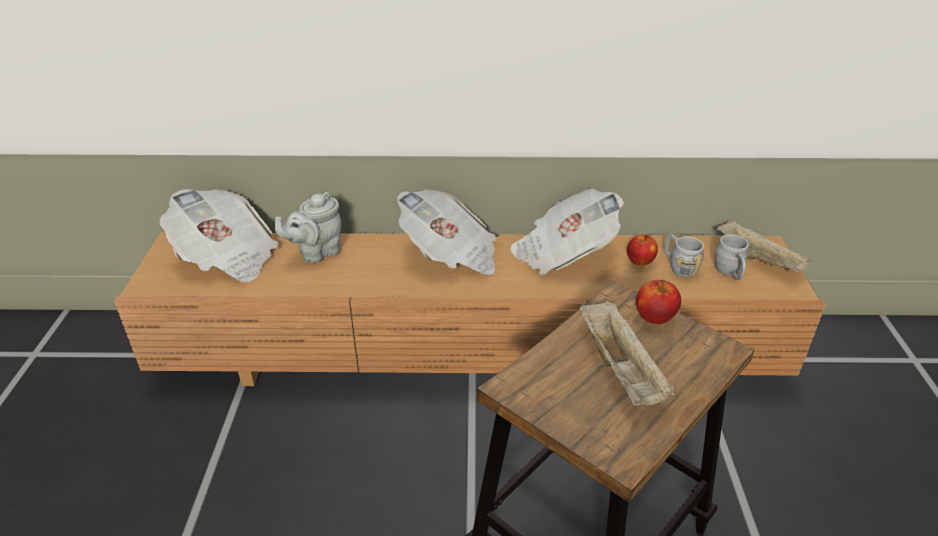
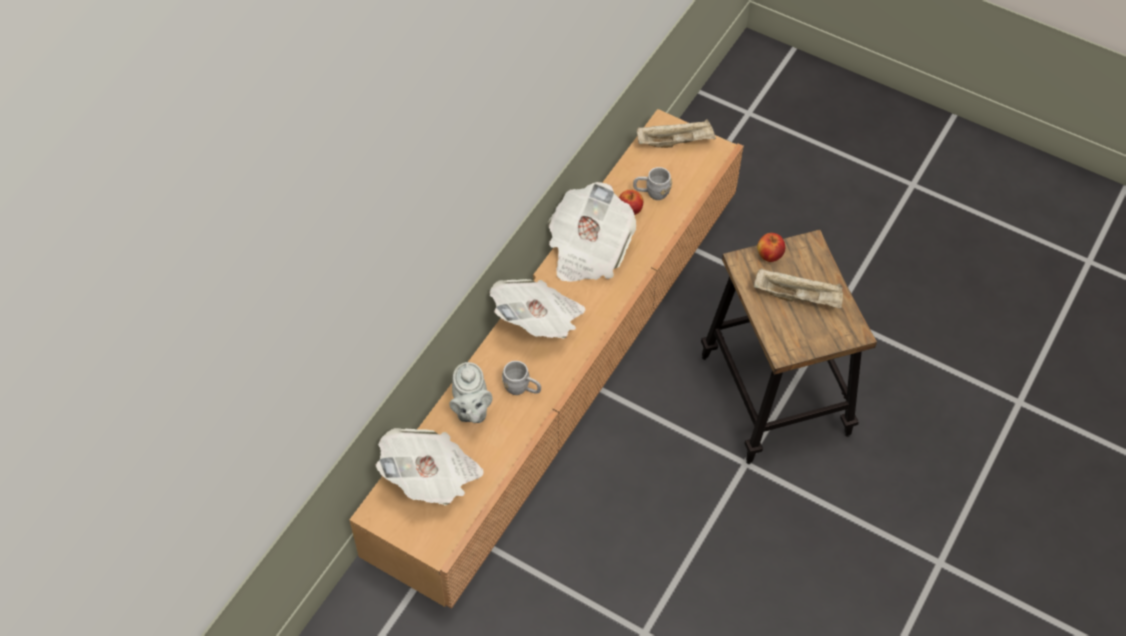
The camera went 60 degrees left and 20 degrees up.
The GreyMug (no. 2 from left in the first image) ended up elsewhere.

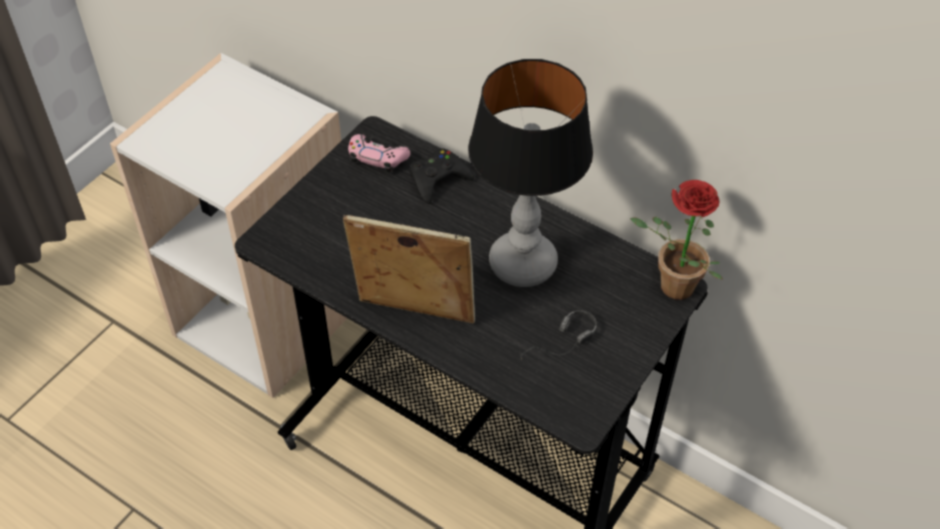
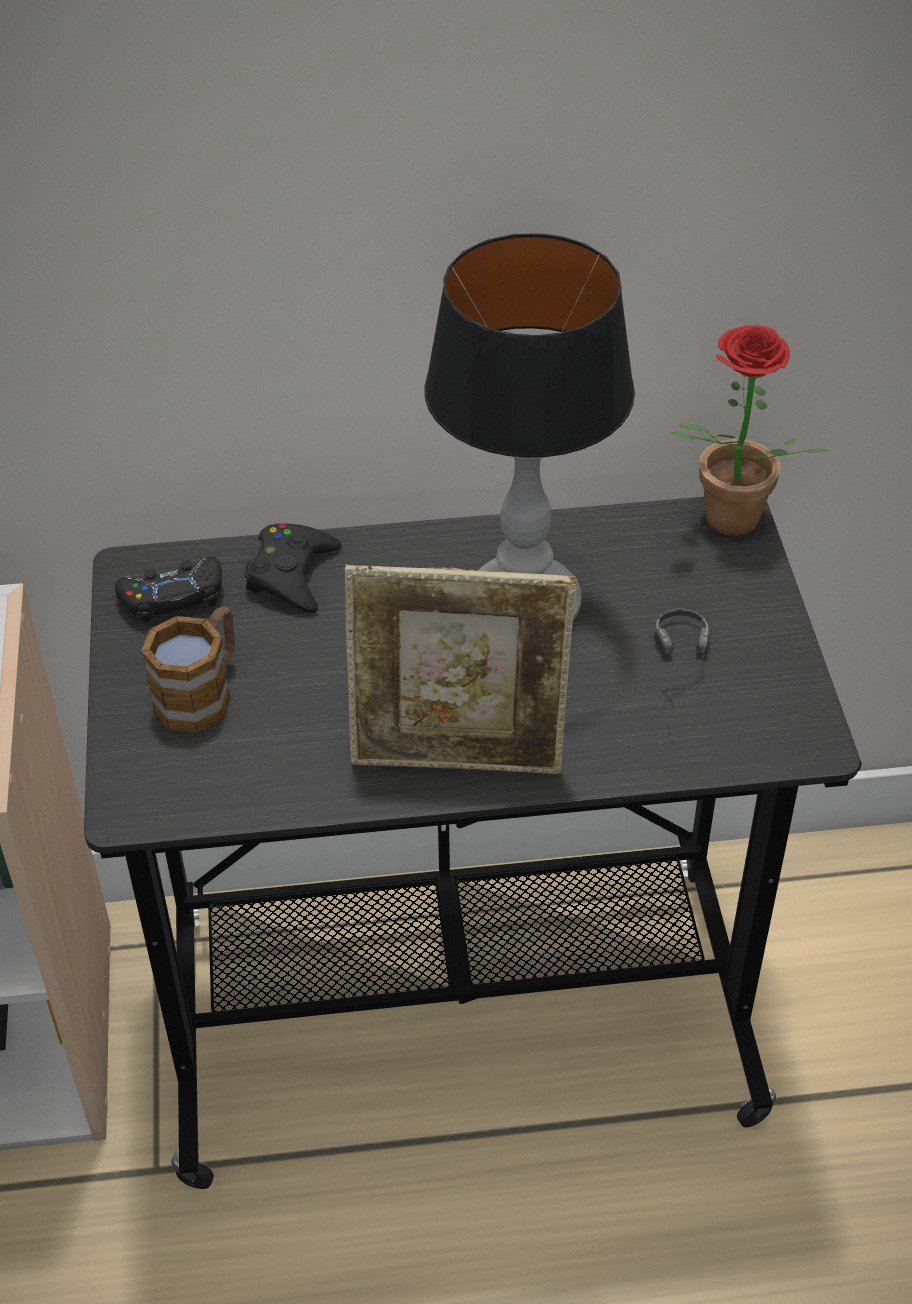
The camera went 40 degrees left and 5 degrees down.
What was the PinkGameController turned into the BlackGameController (no. 1 from left).
The second view gained the Mug.
The PictureFrame ended up facing another way, 150 degrees counterclockwise from before.

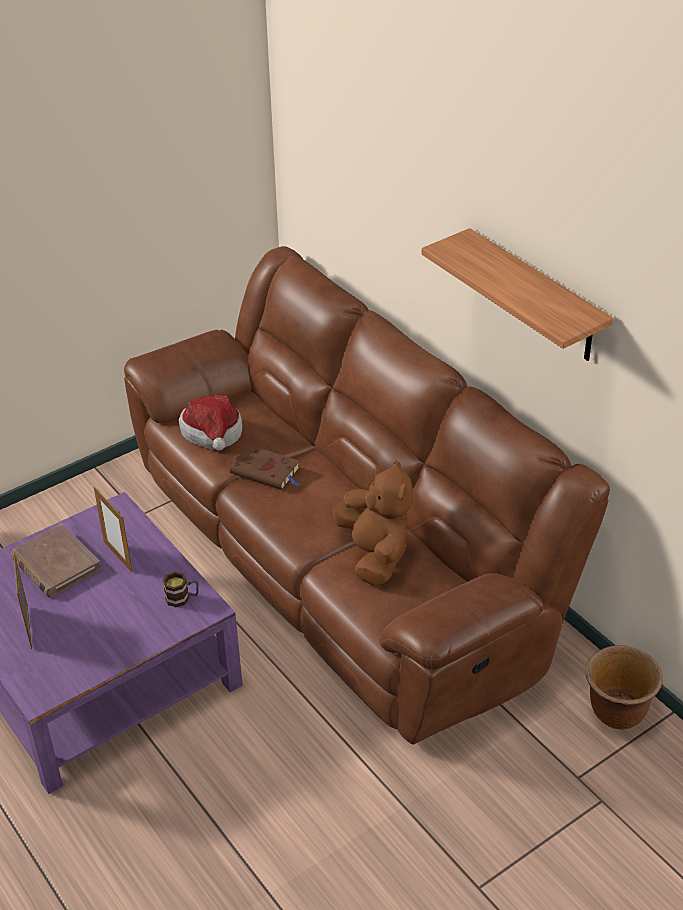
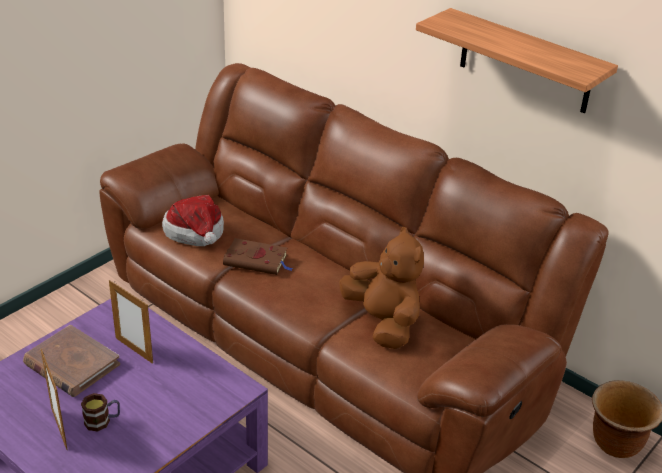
The camera went 15 degrees left and 5 degrees down.
The Mug ended up elsewhere.

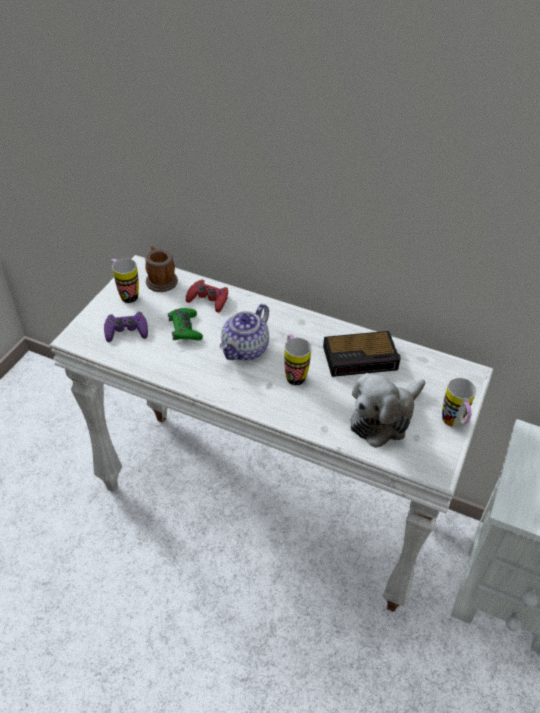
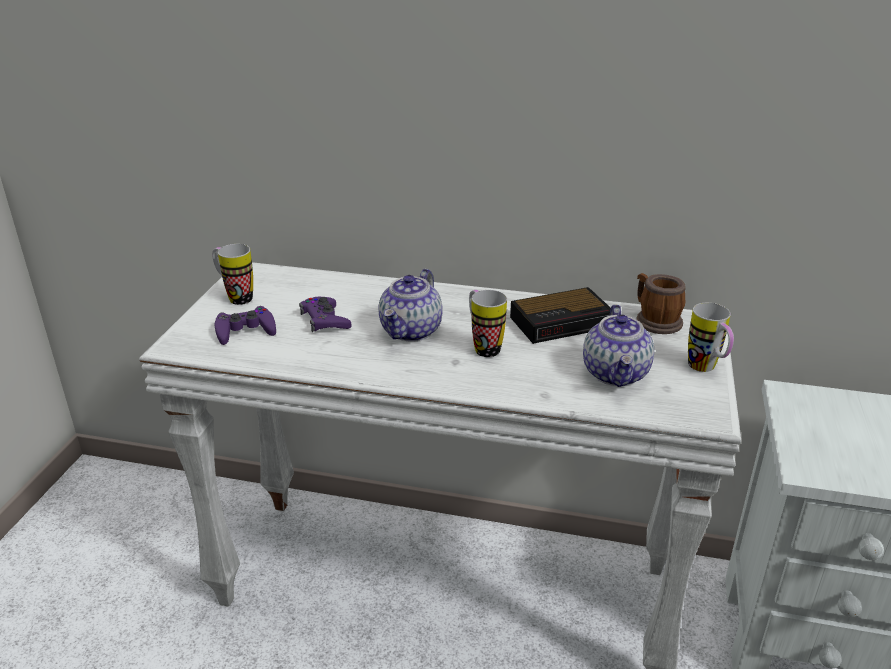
The camera went 10 degrees left and 15 degrees down.
What was the GreenGameController turned into the PurpleGameController (no. 2 from left).
Where the PlushToy stood, the Teapot (no. 2 from left) came to stand.
The Mug (no. 2 from left in the first image) ended up elsewhere.
The second view lost the RedGameController.

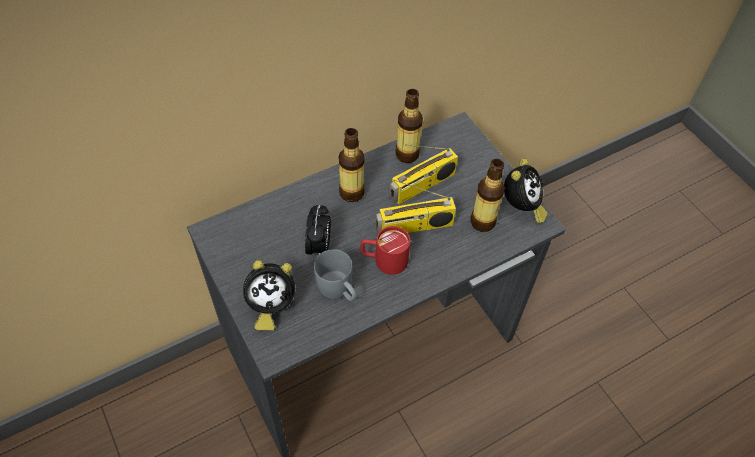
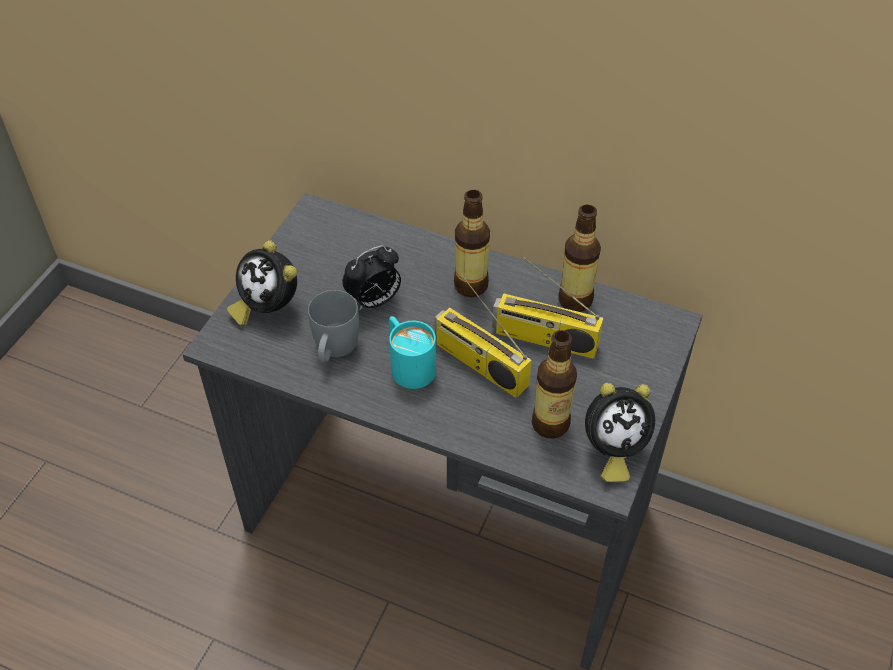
The camera went 55 degrees right and 5 degrees down.
What was the RedMug turned into the TurquoiseMug.

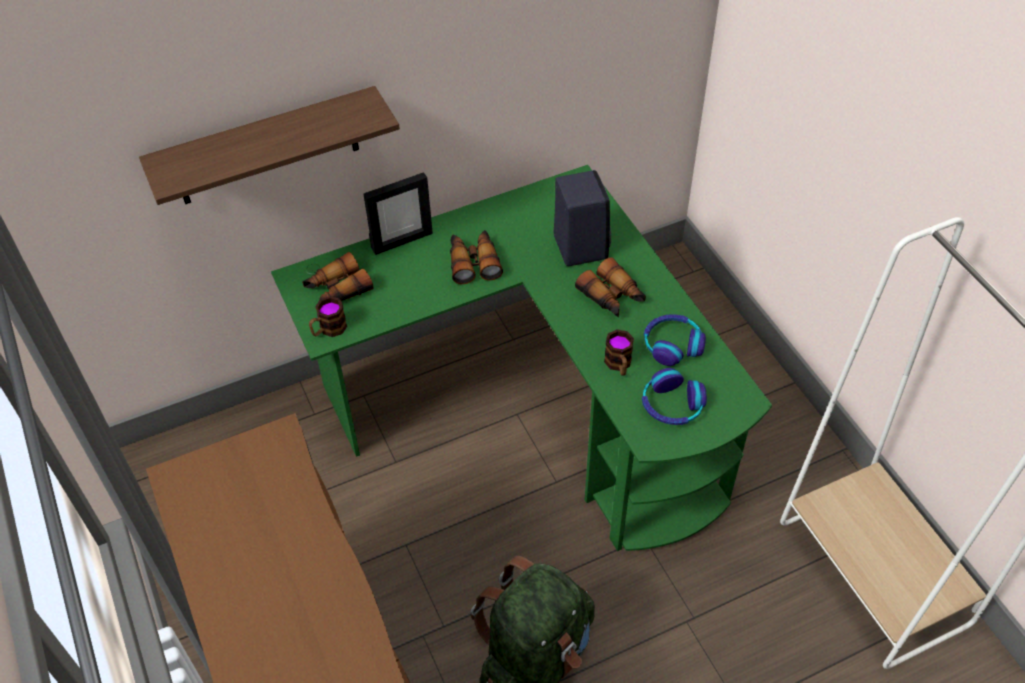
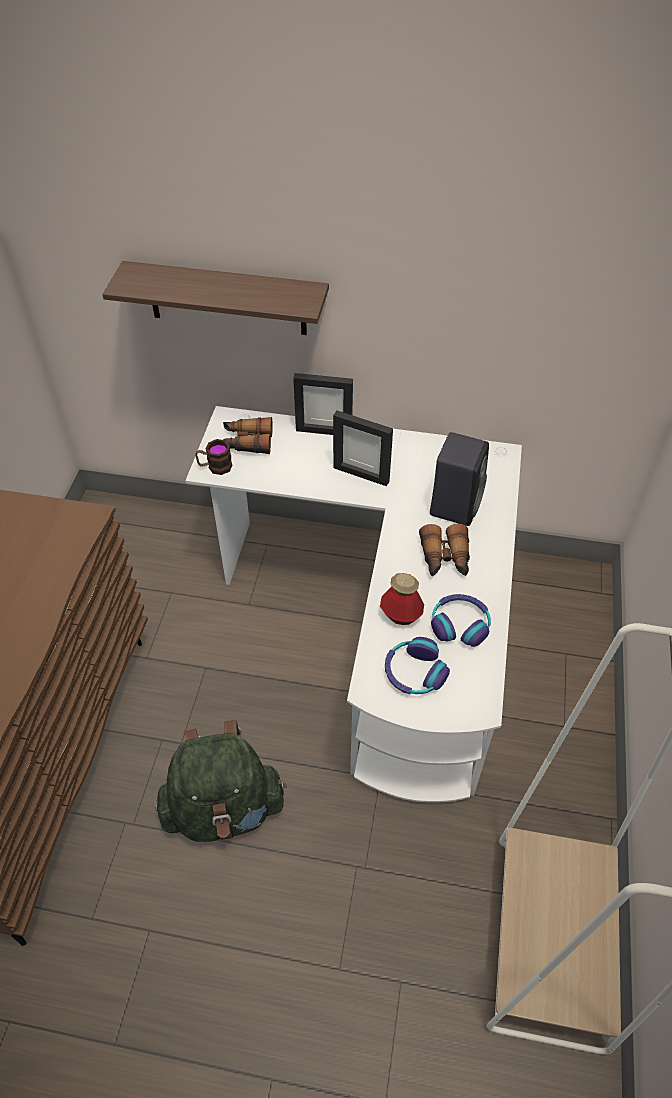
The camera went 35 degrees right and 0 degrees up.
What was the GreenDesk turned into the WhiteDesk.
Where the Binoculars (no. 2 from left) stood, the PictureFrame (no. 2 from left) came to stand.
Where the Mug (no. 2 from left) stood, the Bottle came to stand.

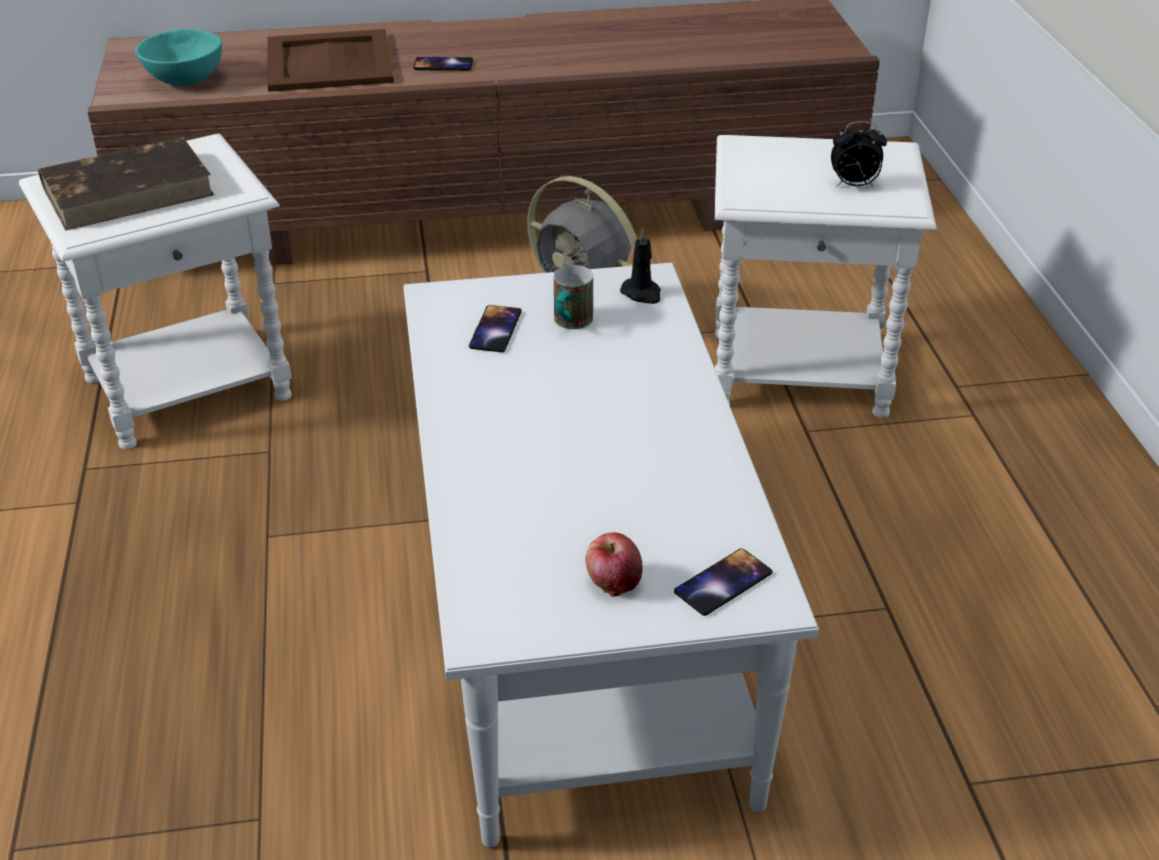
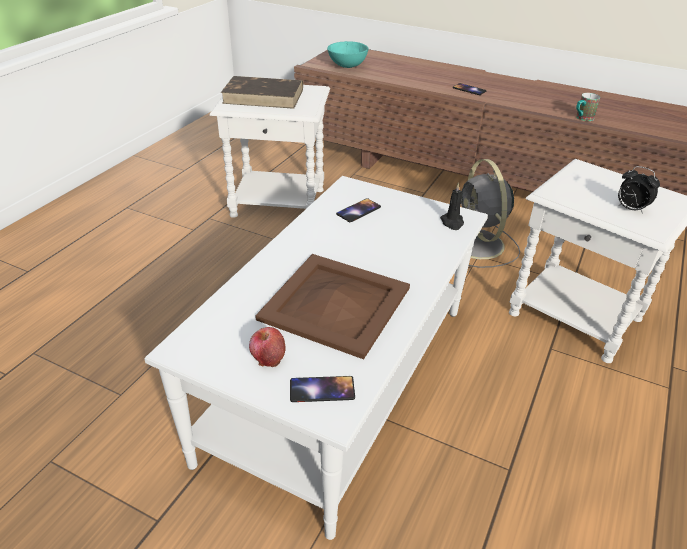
The camera went 35 degrees right and 0 degrees up.
The BrownTray ended up elsewhere.
The Mug ended up elsewhere.

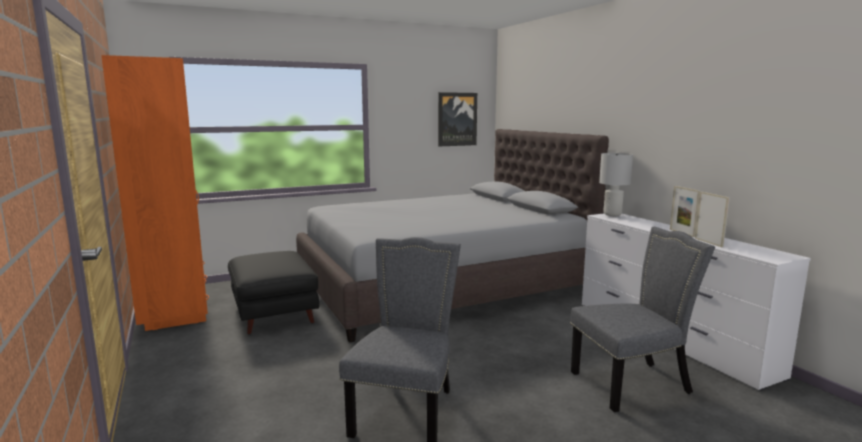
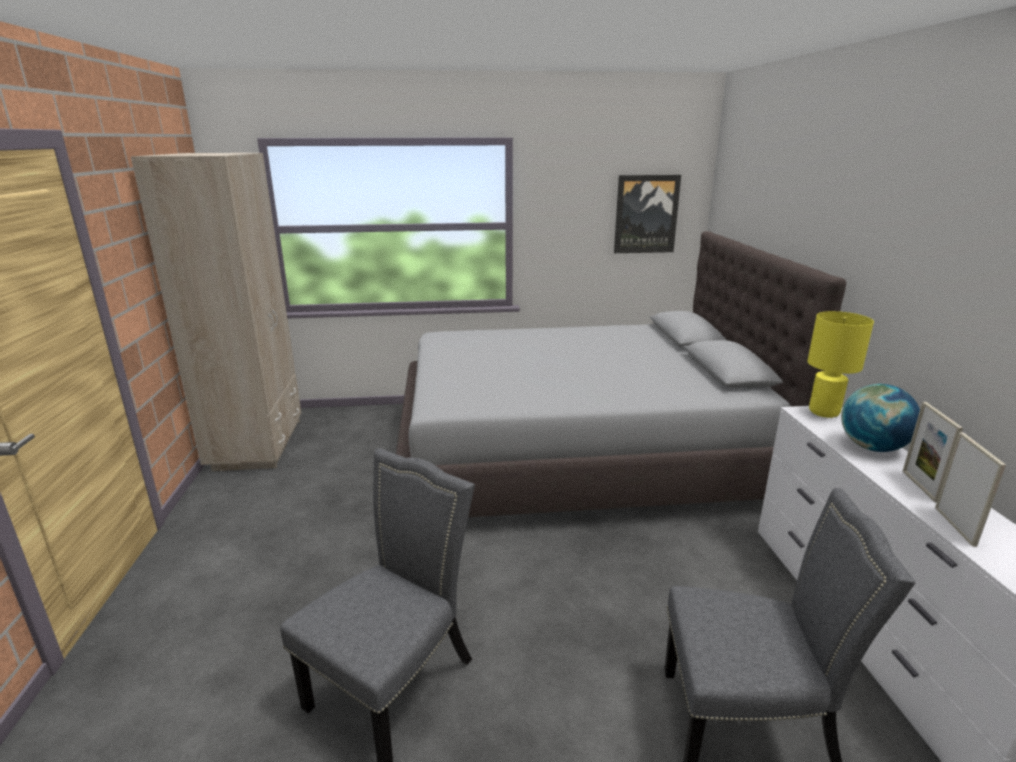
The camera went 20 degrees right and 10 degrees up.
What was the OrangeWardrobe turned into the BeigeWardrobe.
What was the GreyTableLamp turned into the YellowTableLamp.
The second view gained the Globe.
The second view lost the BlackOttoman.

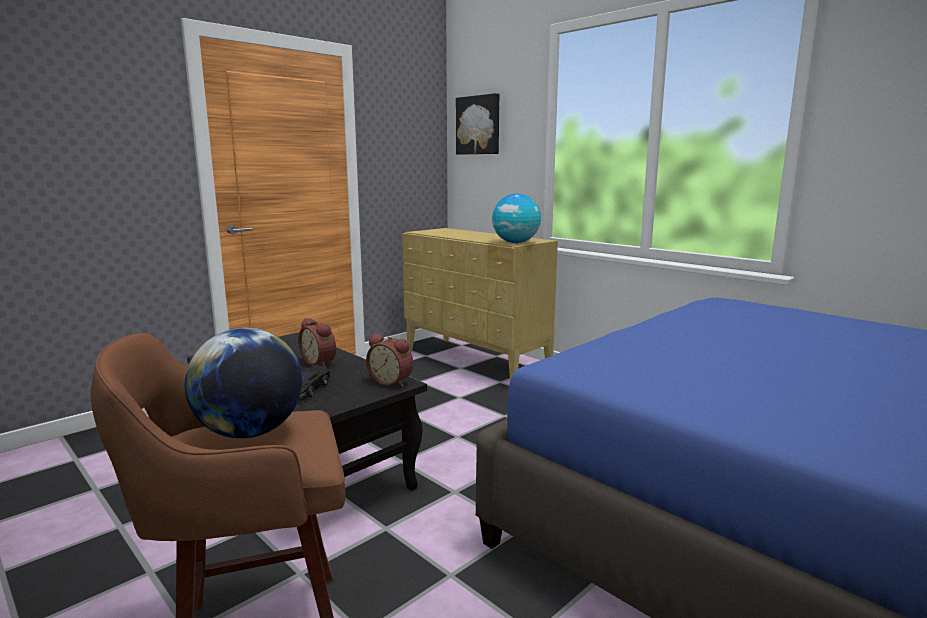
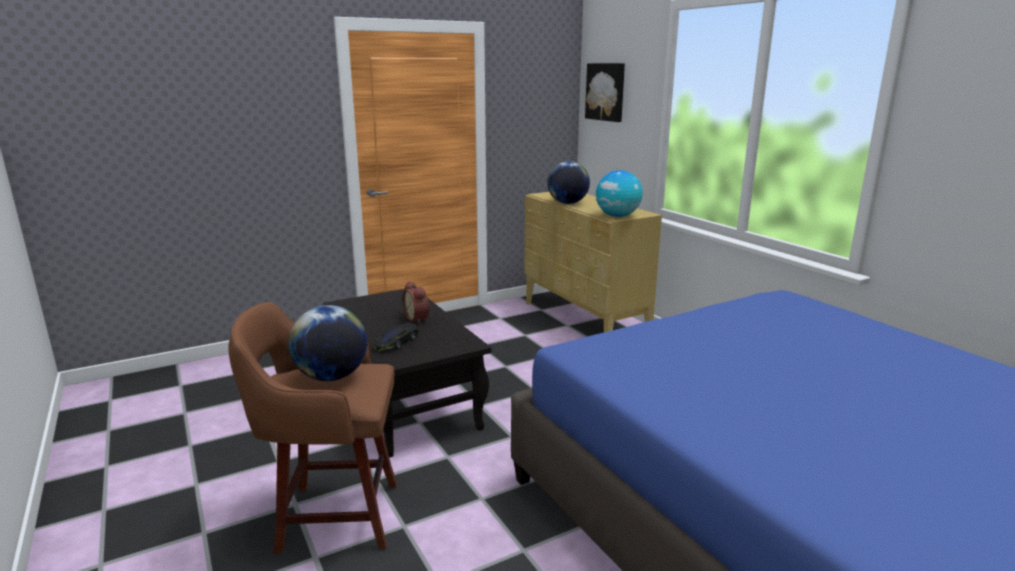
The camera went 15 degrees right and 5 degrees up.
The second view gained the Globe (no. 2 from left).
The second view lost the AlarmClock (no. 2 from left).

